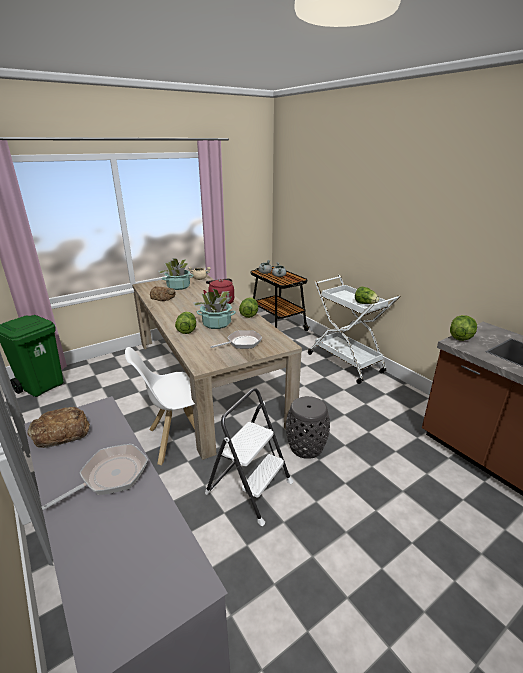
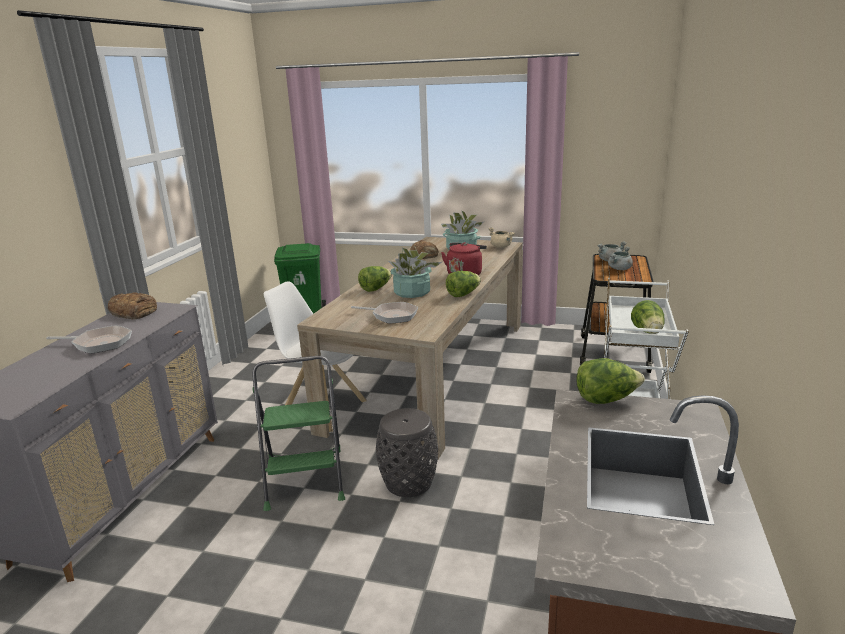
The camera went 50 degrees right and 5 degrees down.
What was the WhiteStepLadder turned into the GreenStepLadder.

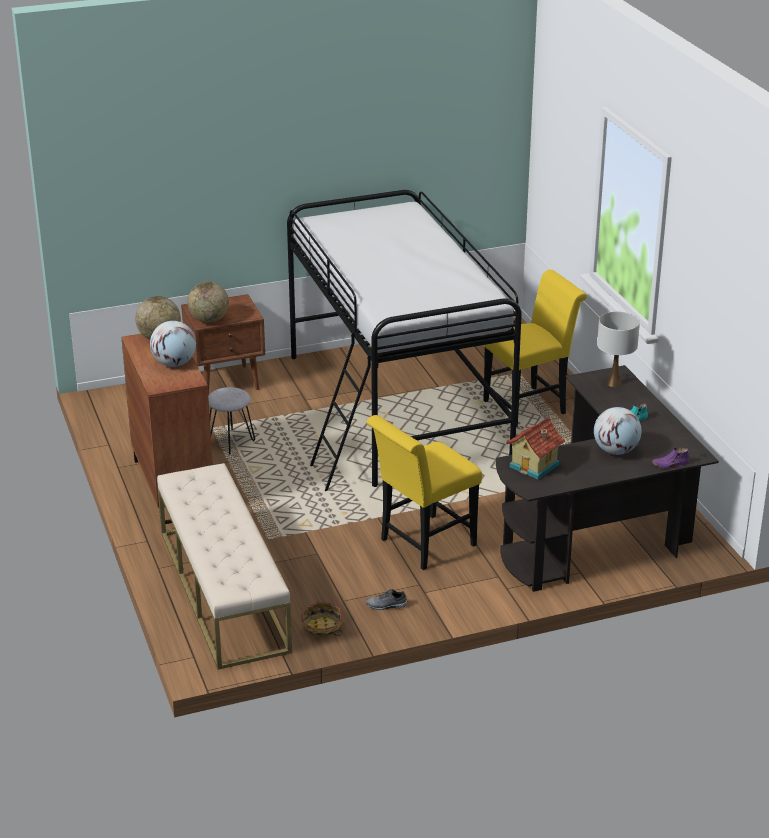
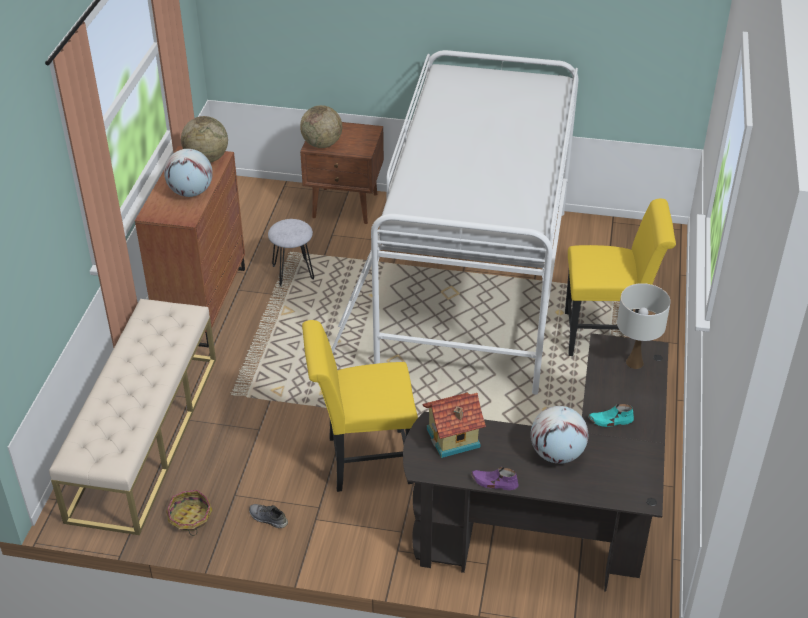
The camera went 30 degrees right and 10 degrees up.
What was the BlackBed turned into the WhiteBed.
The PurpleShoe ended up elsewhere.

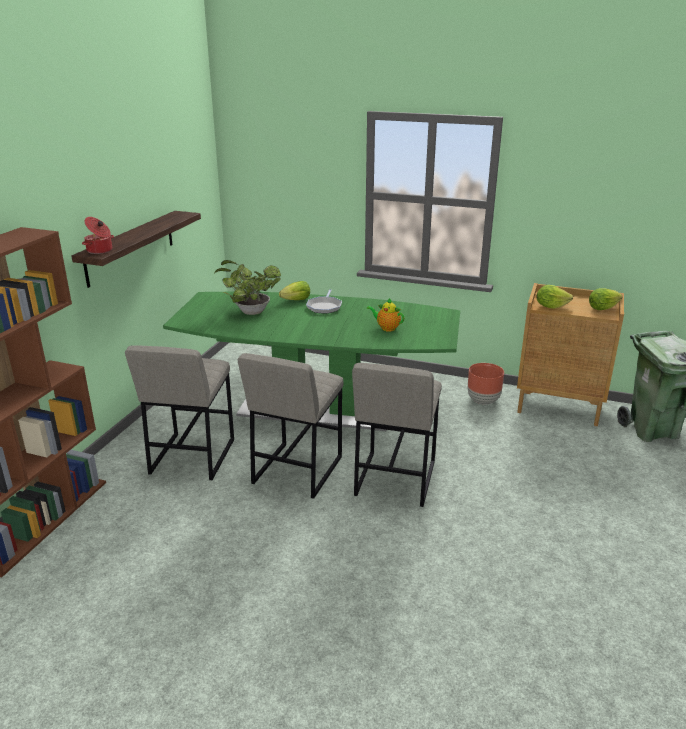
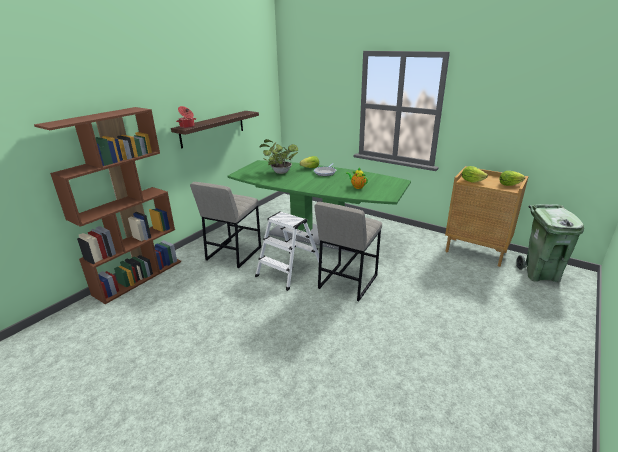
The camera went 15 degrees right and 0 degrees up.
Where the GreyChair (no. 2 from left) stood, the WhiteStepLadder came to stand.
The second view lost the BrownPlanter.

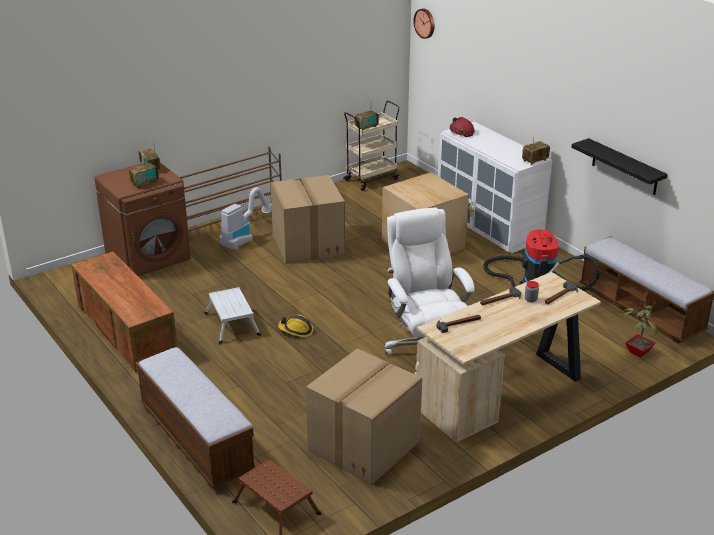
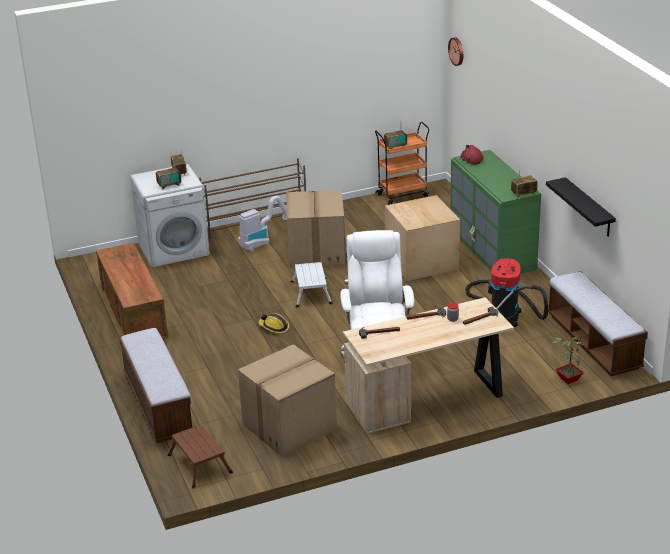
The camera went 15 degrees right and 0 degrees up.
What was the BrownWashingMachine turned into the WhiteWashingMachine.
The WhiteStepLadder ended up elsewhere.
What was the BeigeCart turned into the OrangeCart.
What was the WhiteCabinet turned into the GreenCabinet.

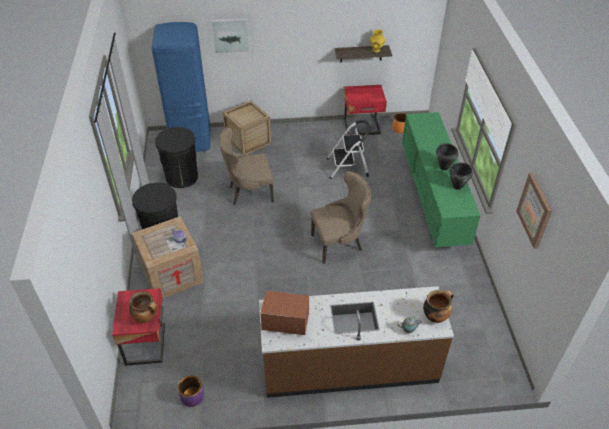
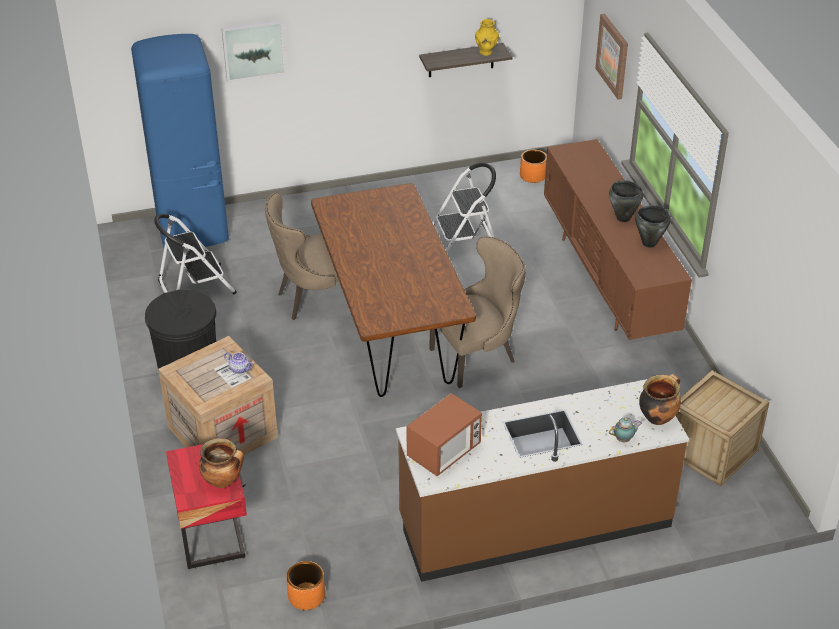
The camera went 10 degrees left and 5 degrees down.
Where the BlackTrashCan (no. 2 from left) stood, the StepLadder (no. 1 from left) came to stand.
What was the PurplePlanter turned into the OrangePlanter (no. 1 from left).
The second view gained the BrownDiningTable.
The Microwave ended up facing another way, 135 degrees clockwise from before.
What was the GreenCabinet turned into the BrownCabinet.
The Picture (no. 2 from left) ended up elsewhere.
The Crate (no. 2 from left) ended up elsewhere.
The second view lost the RedNightstand (no. 2 from left).

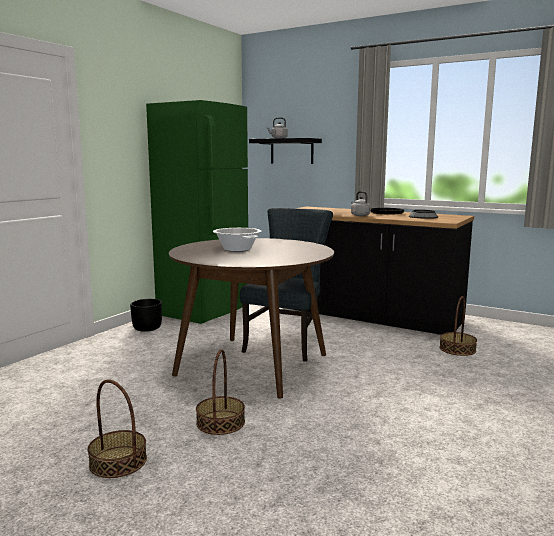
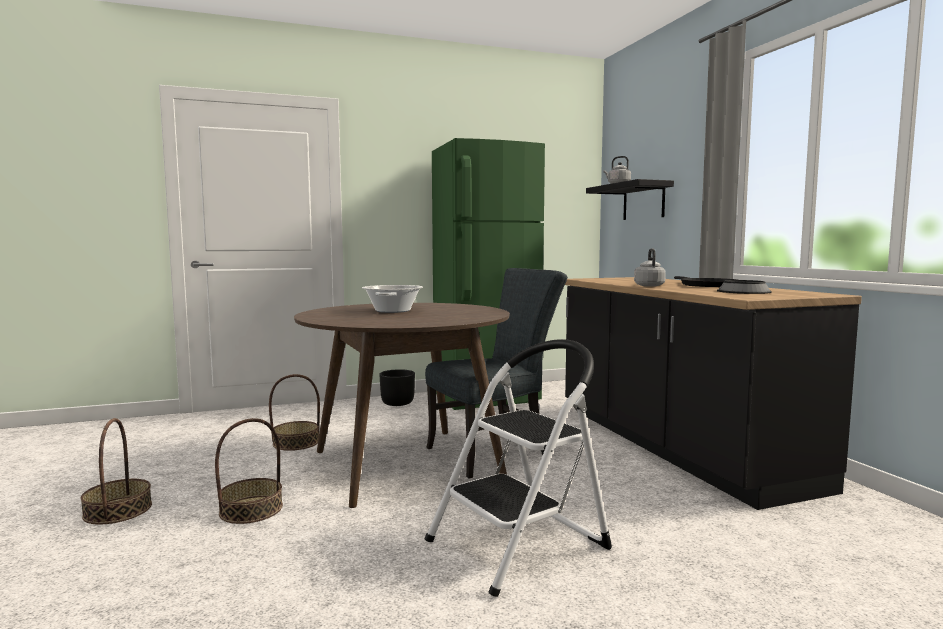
The camera went 40 degrees right and 5 degrees down.
The Basket (no. 3 from left) ended up elsewhere.
The second view gained the StepLadder.

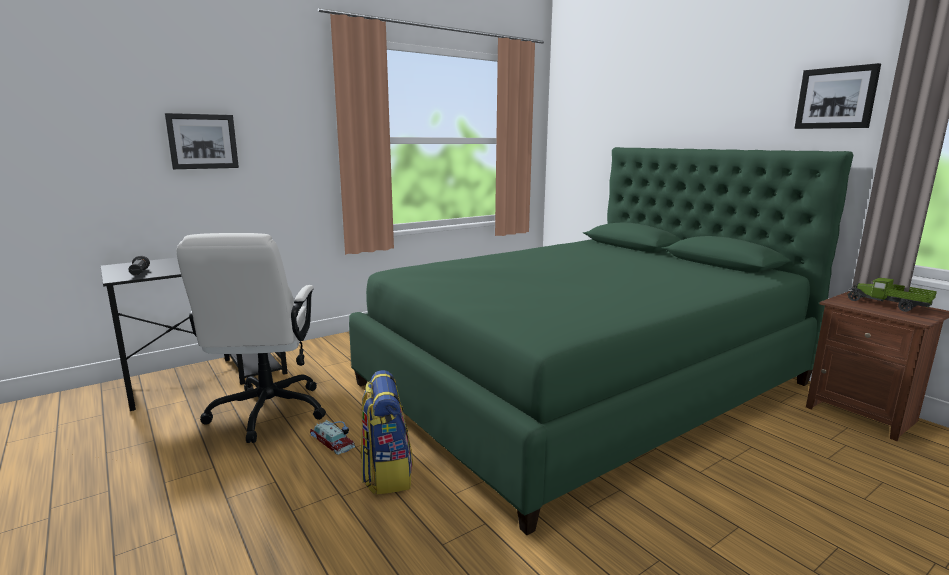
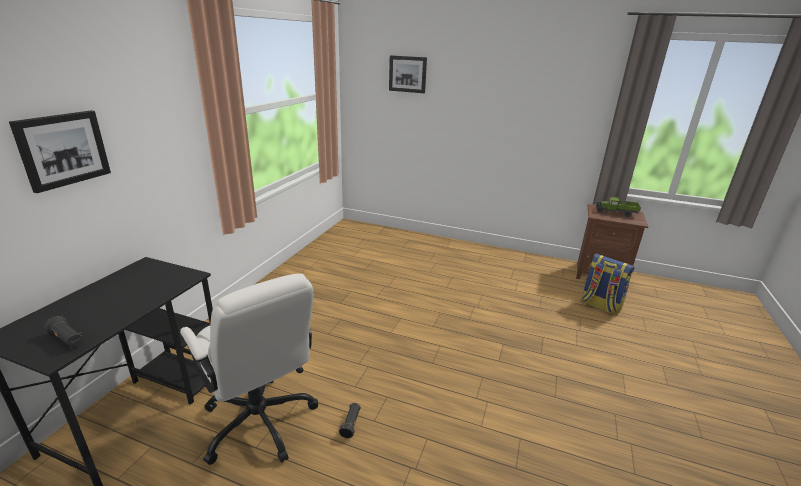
The camera went 35 degrees left and 10 degrees up.
Where the ToyCar stood, the BlackFlashlight (no. 2 from left) came to stand.
The Picture (no. 2 from left) ended up elsewhere.
The Backpack ended up elsewhere.
The second view lost the GreenBed.

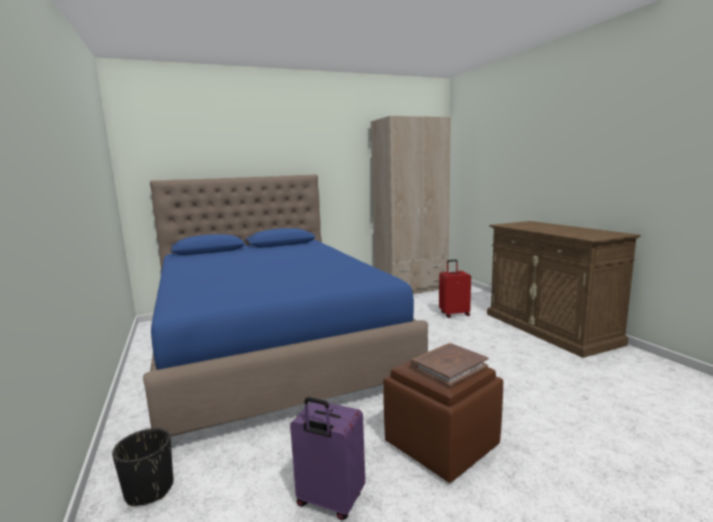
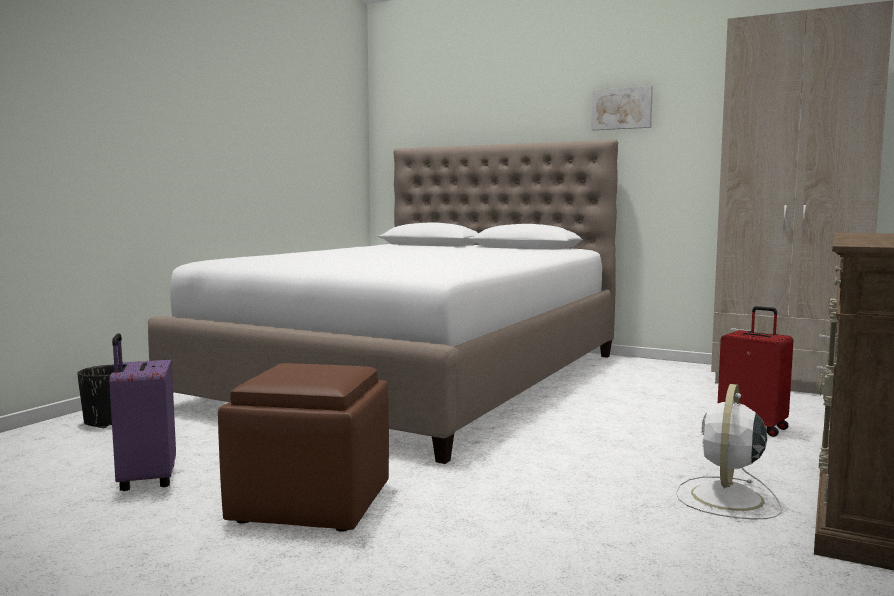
The camera went 50 degrees right and 5 degrees down.
What was the BlueBed turned into the WhiteBed.
The second view gained the Picture.
The second view gained the WhiteFan.
The second view lost the BrownBook.

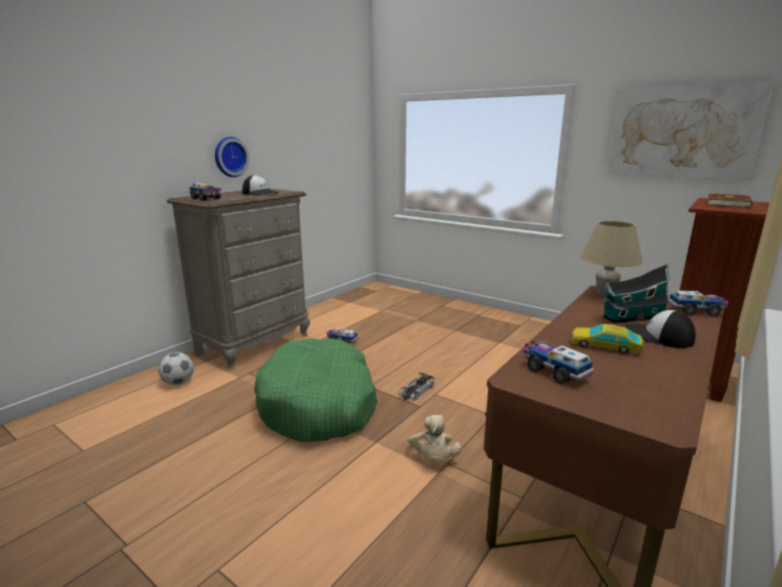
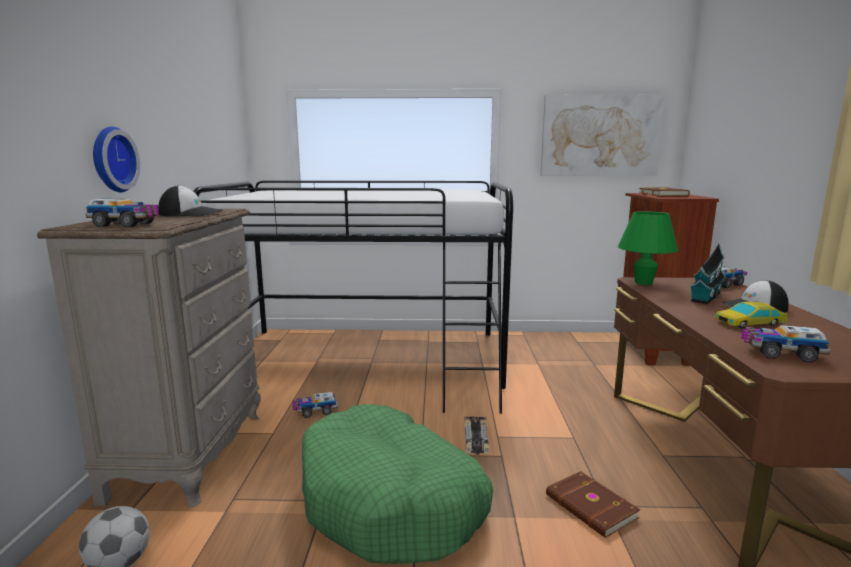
The camera went 35 degrees left and 5 degrees down.
The second view gained the BlackBed.
Where the BeigePlushToy stood, the BrownBook (no. 1 from left) came to stand.
What was the BeigeTableLamp turned into the GreenTableLamp.

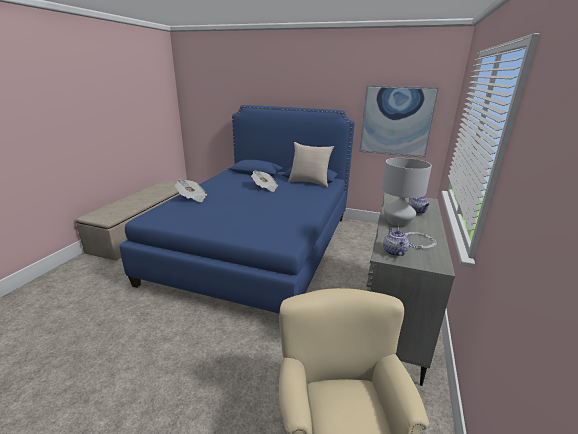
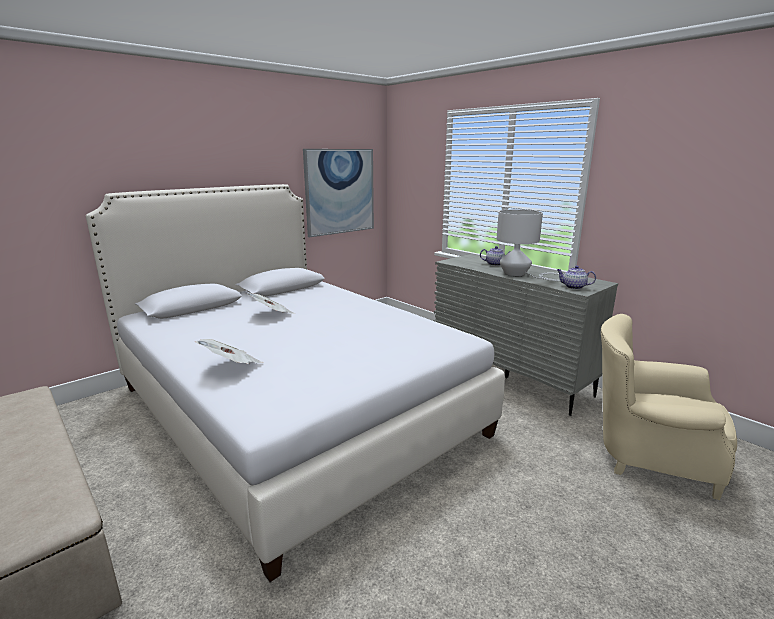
The camera went 60 degrees left and 5 degrees down.
What was the BlueBed turned into the WhiteBed.
The second view lost the BeigePillow.

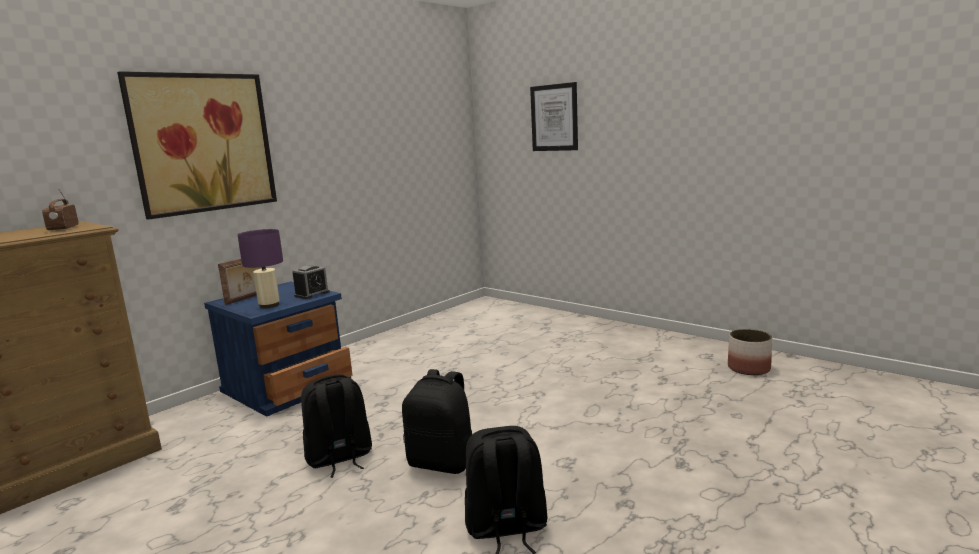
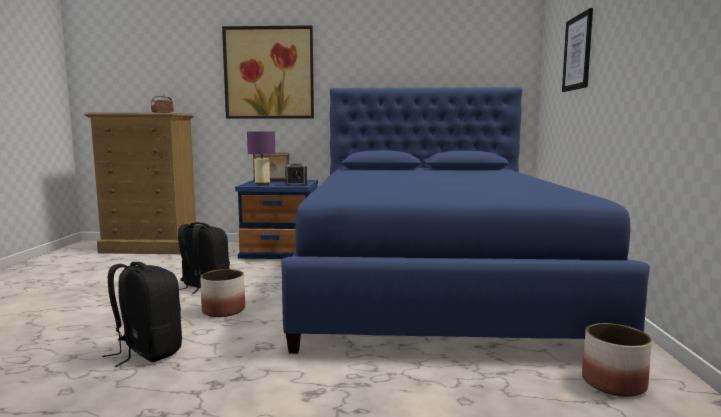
The camera went 50 degrees right and 5 degrees down.
Where the BlackBackpack (no. 2 from left) stood, the Planter (no. 1 from left) came to stand.
The second view gained the BlueBed.

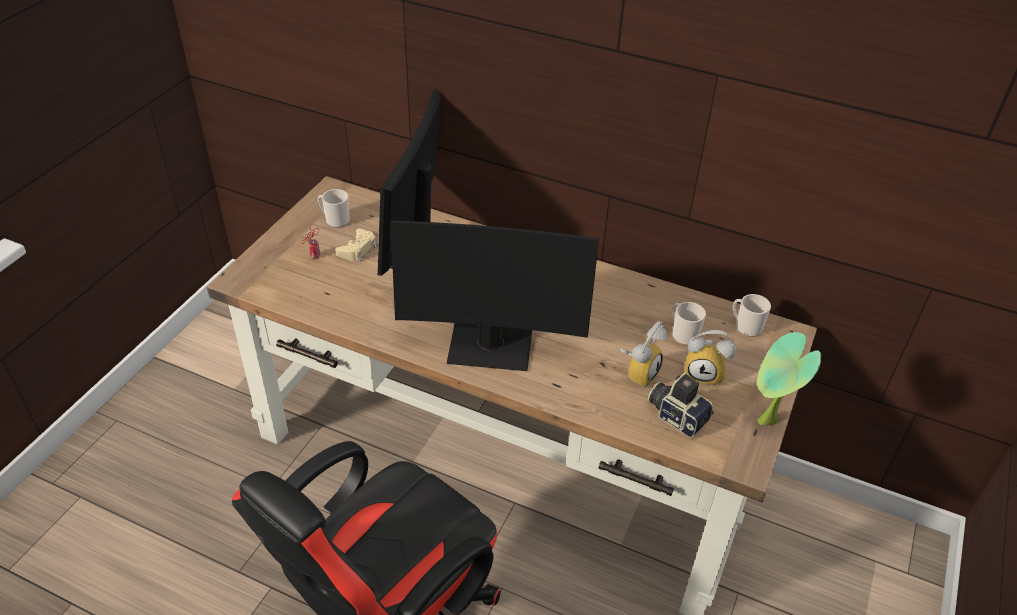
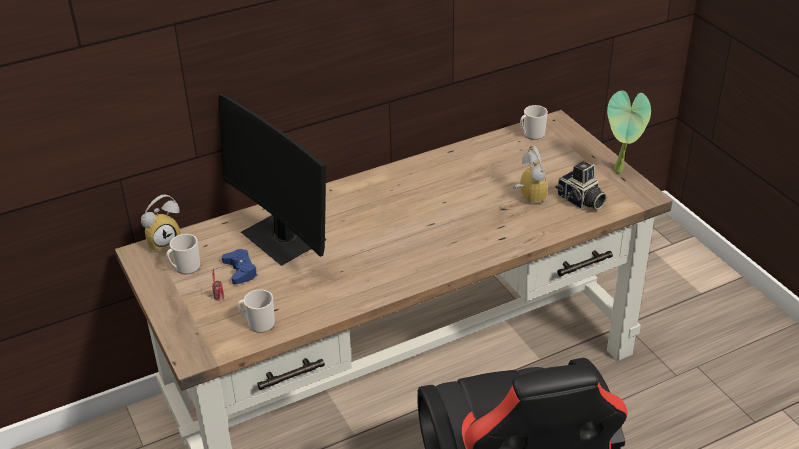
The camera went 50 degrees left and 5 degrees down.
The AlarmClock (no. 2 from left in the first image) ended up elsewhere.
What was the BeigeGameController turned into the BlueGameController.
The Mug (no. 2 from left) ended up elsewhere.
The PhotoCamera ended up facing another way, 120 degrees counterclockwise from before.
The second view lost the Monitor (no. 2 from left).

